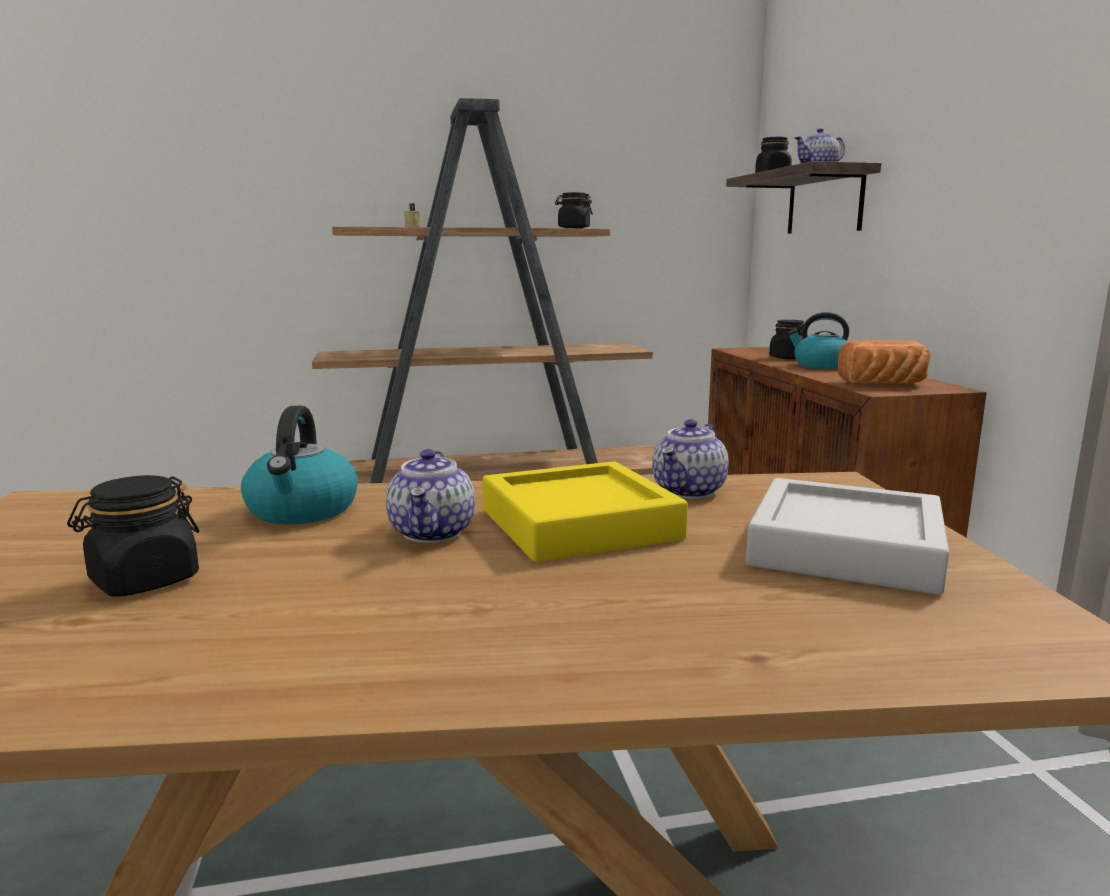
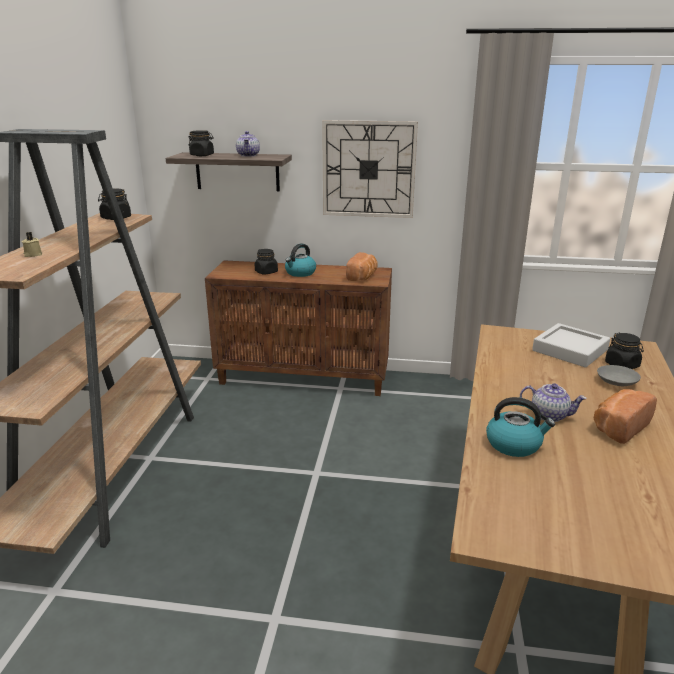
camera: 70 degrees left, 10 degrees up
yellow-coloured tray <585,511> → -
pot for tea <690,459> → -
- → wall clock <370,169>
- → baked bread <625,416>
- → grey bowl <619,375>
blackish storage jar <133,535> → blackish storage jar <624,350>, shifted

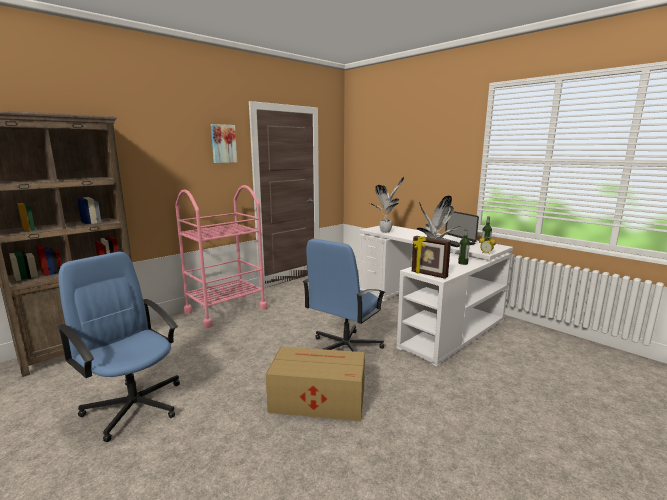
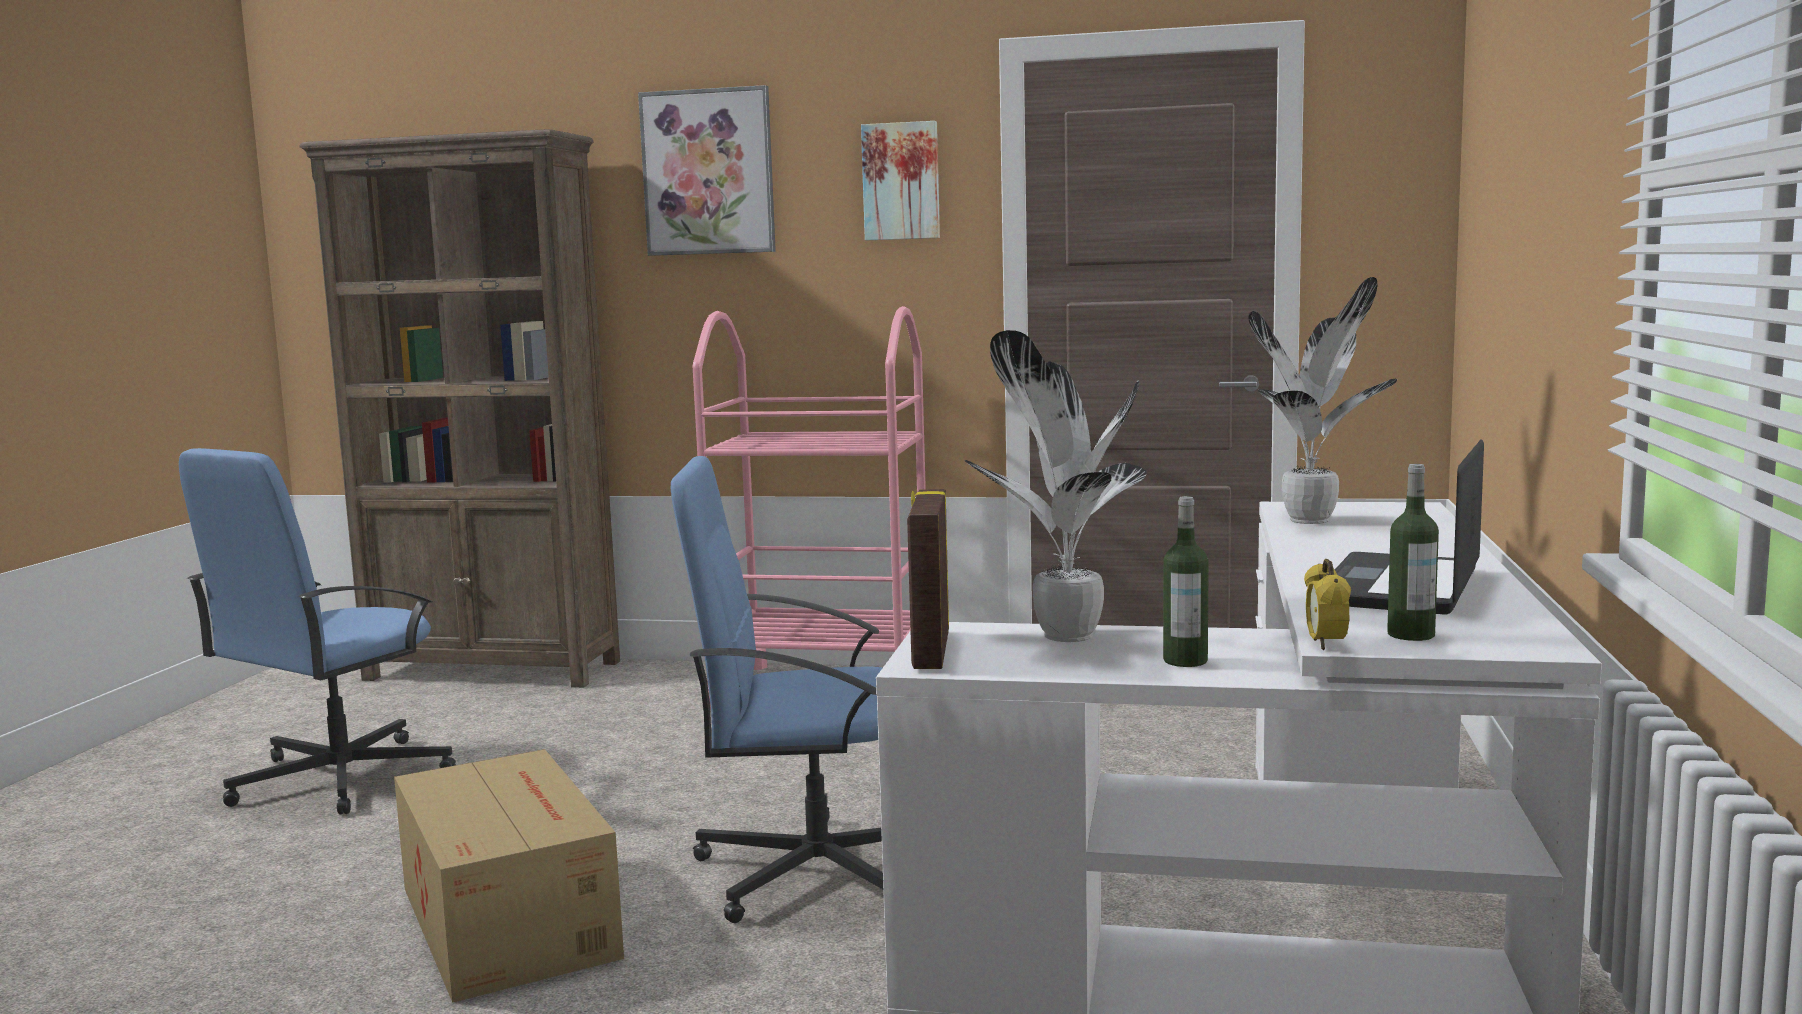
camera: 55 degrees right, 5 degrees down
- → wall art <707,170>
blue desk chair <118,347> → blue desk chair <317,631>, 150 degrees counterclockwise

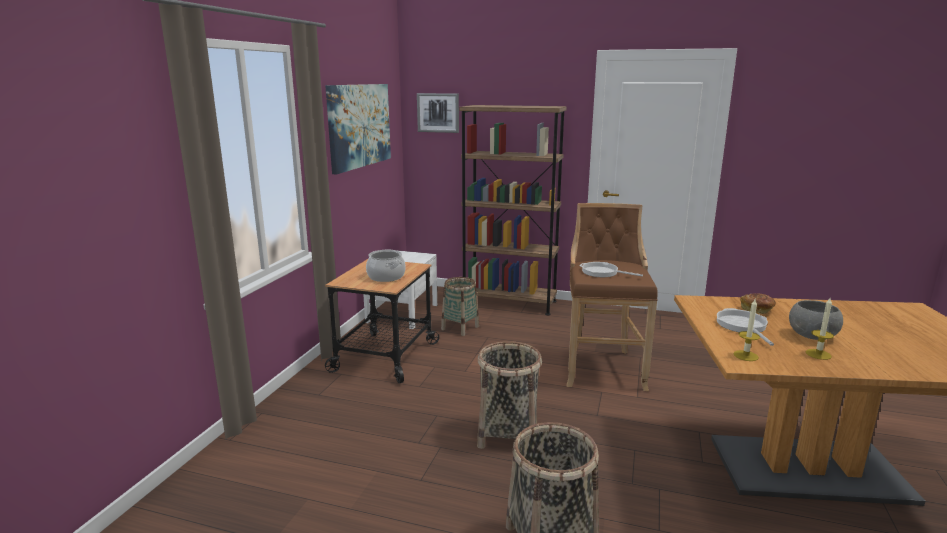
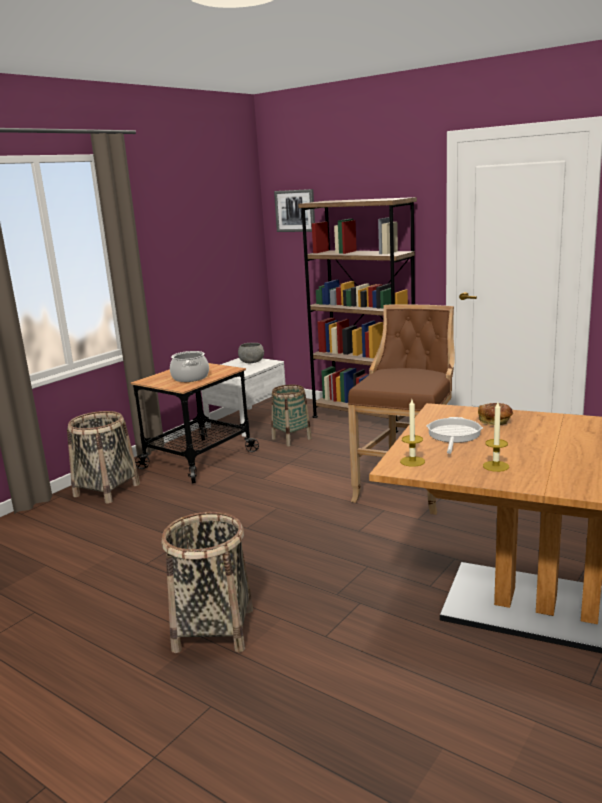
camera: 20 degrees right, 0 degrees up
wall art <358,129> → -
frying pan <611,269> → -
household basket <509,395> → household basket <103,457>, shifted
grey bowl <816,320> → grey bowl <251,353>, shifted

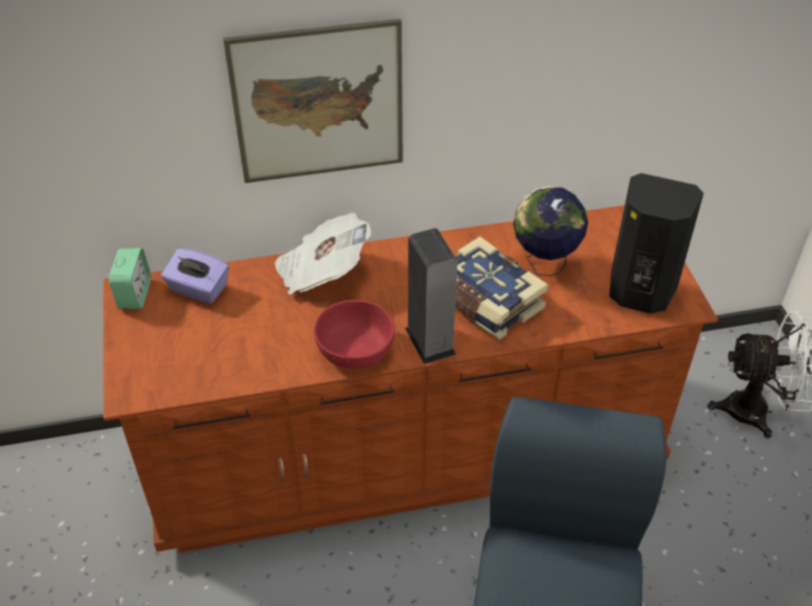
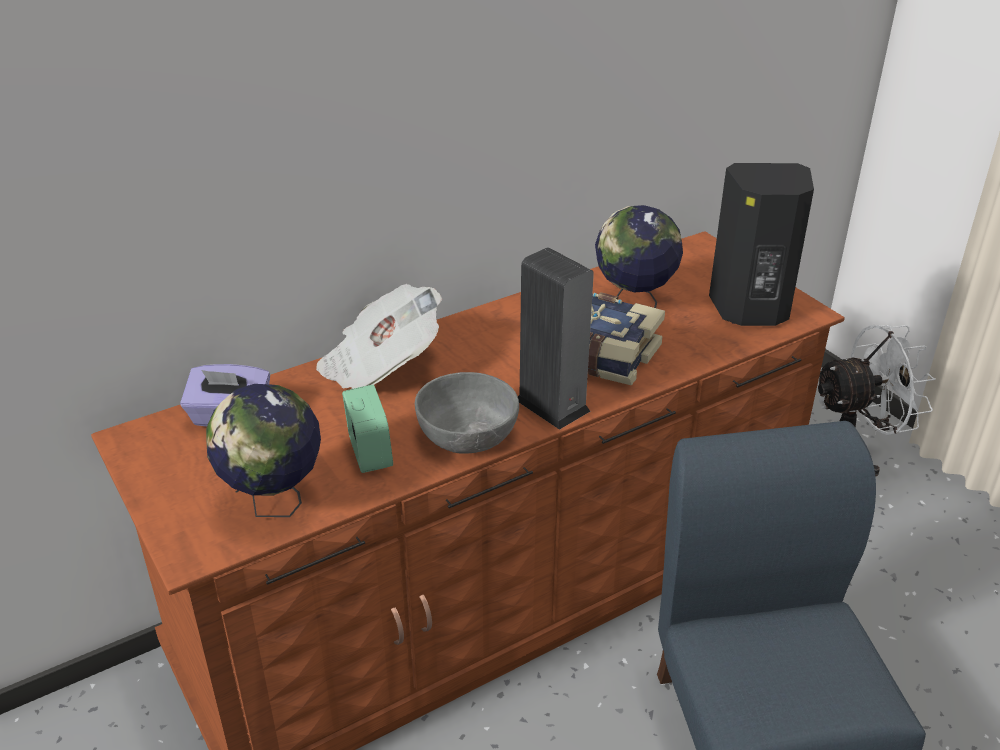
camera: 20 degrees left, 10 degrees down
wall art <313,101> → -
- → globe <263,450>
bedside clock <130,278> → bedside clock <367,429>, shifted
red bowl <354,334> → grey bowl <467,413>

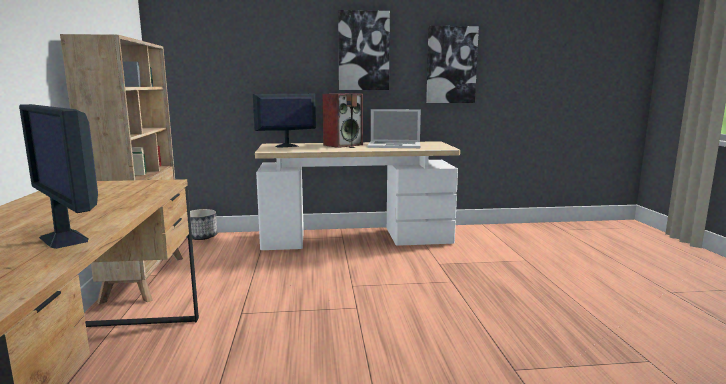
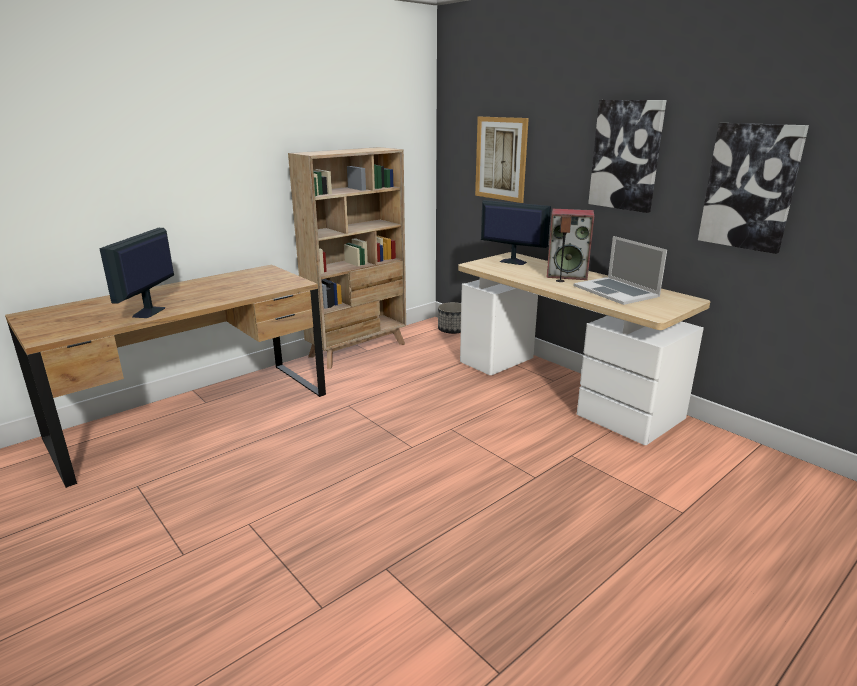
camera: 55 degrees right, 10 degrees up
- → wall art <502,160>

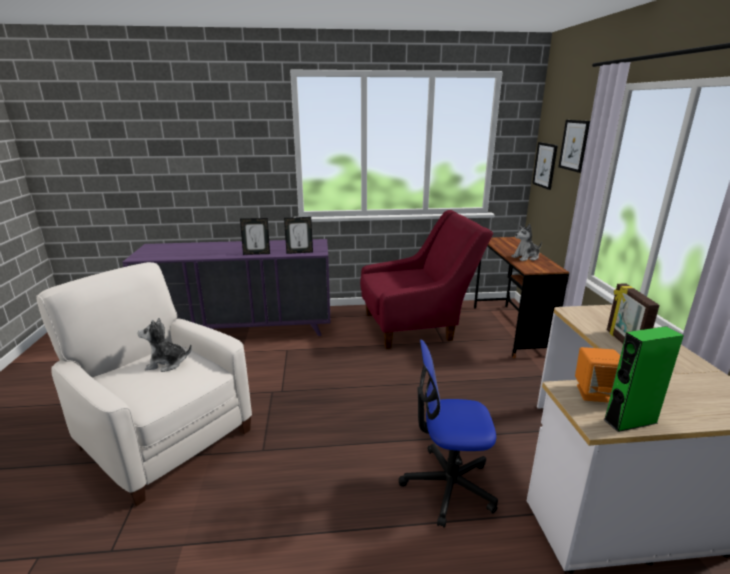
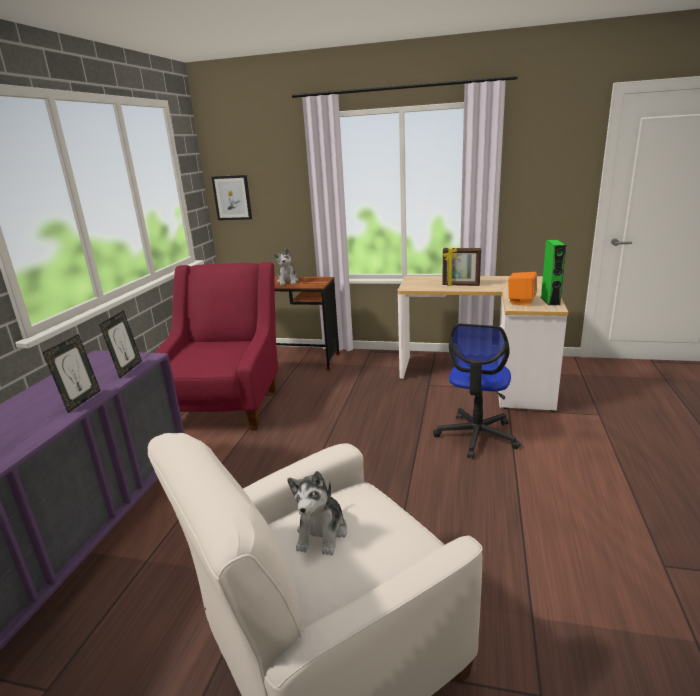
camera: 70 degrees left, 0 degrees up
wall art <574,146> → -

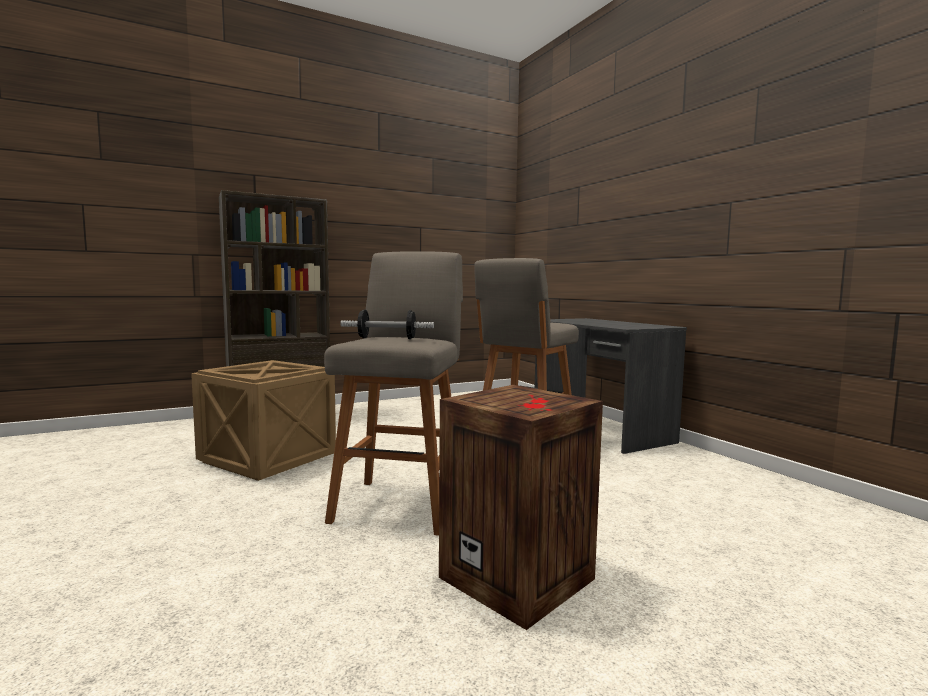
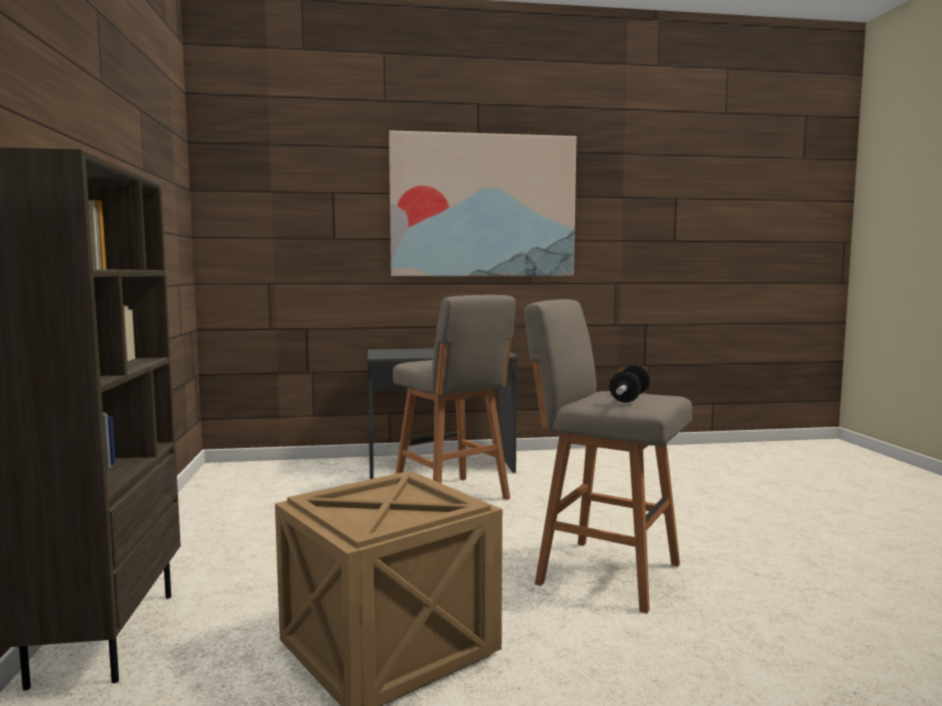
camera: 70 degrees left, 0 degrees up
packing crate <521,507> → -
- → wall art <482,203>

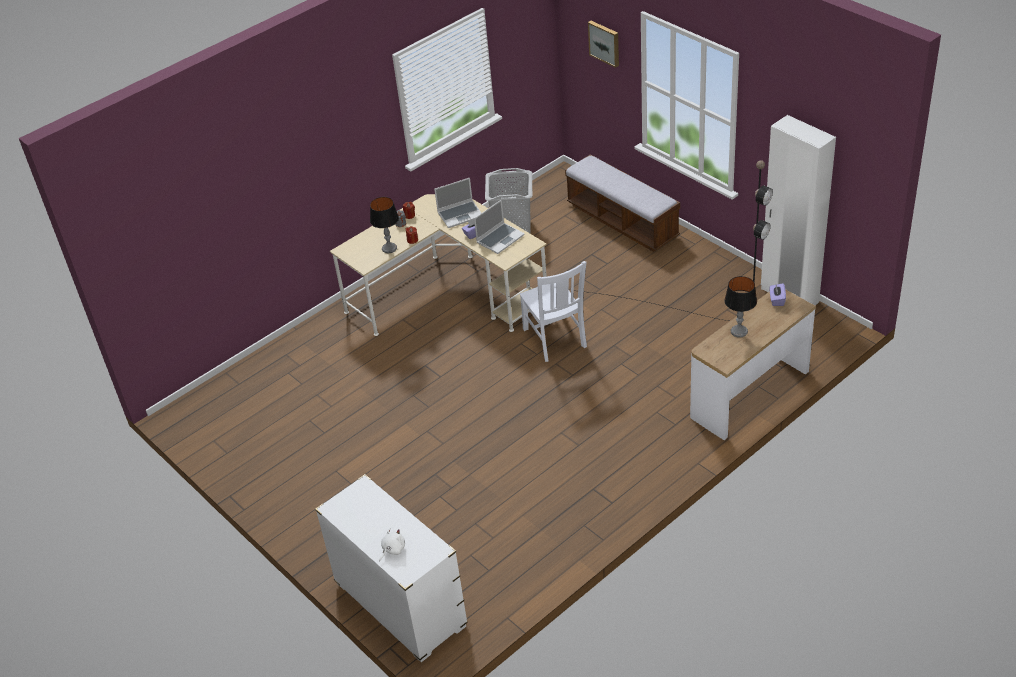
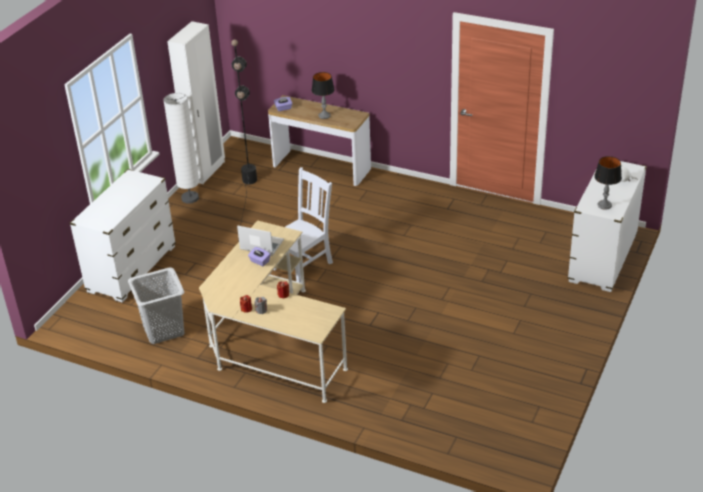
camera: 115 degrees left, 5 degrees down
portable computer <457,203> → -
wall art <603,44> → -
- → white-coloured standing lamp <181,148>
lamp for a table <384,225> → lamp for a table <608,183>, shifted
indoor bench <622,203> → white-coloured dresser <123,236>

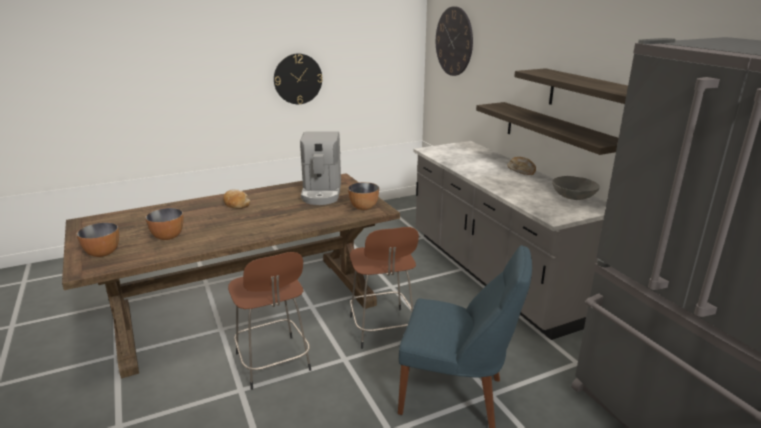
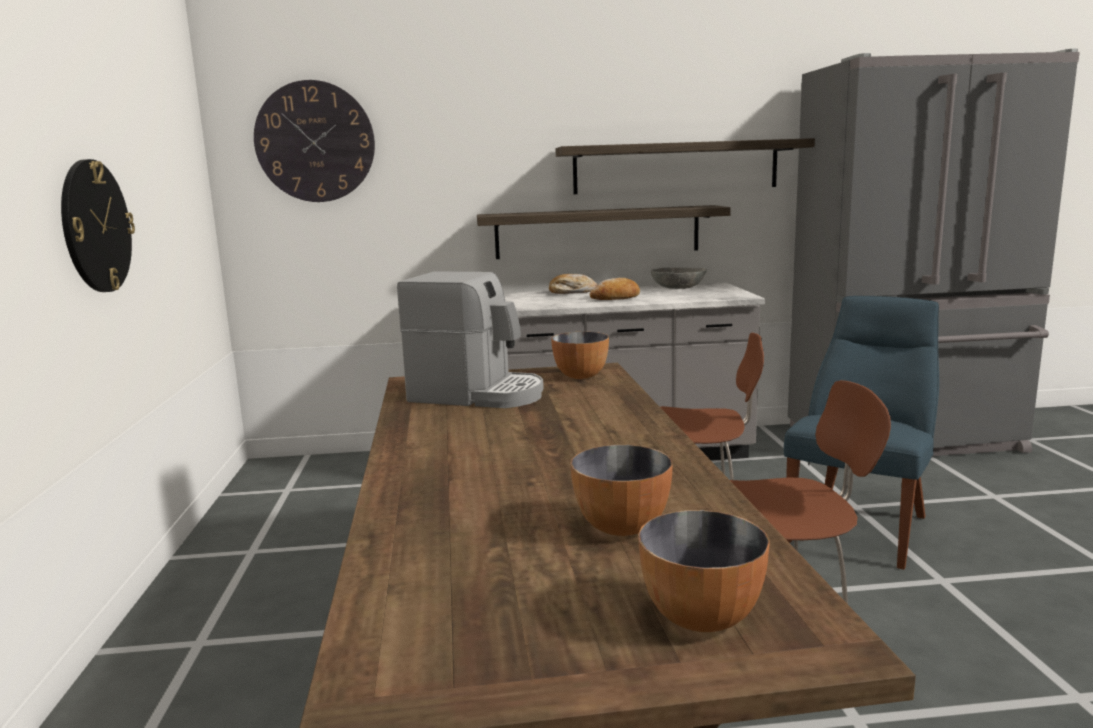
camera: 70 degrees left, 10 degrees down
baked bread <237,199> → baked bread <615,289>, shifted

